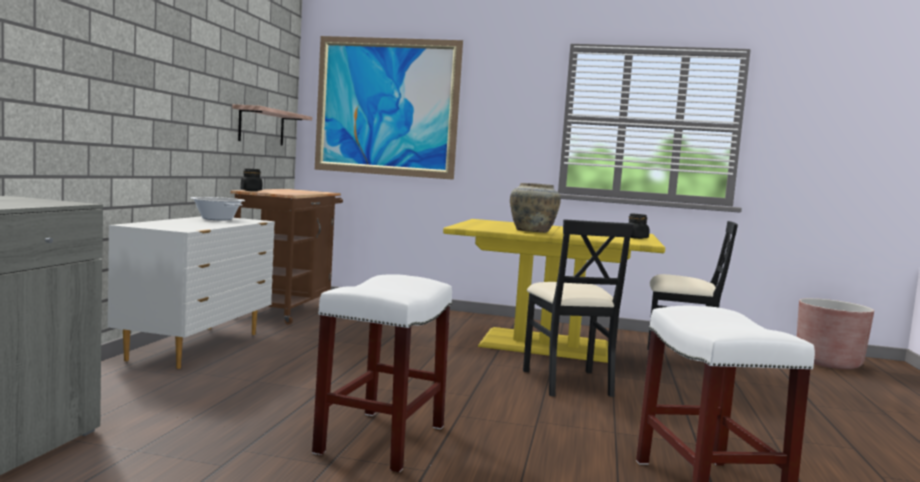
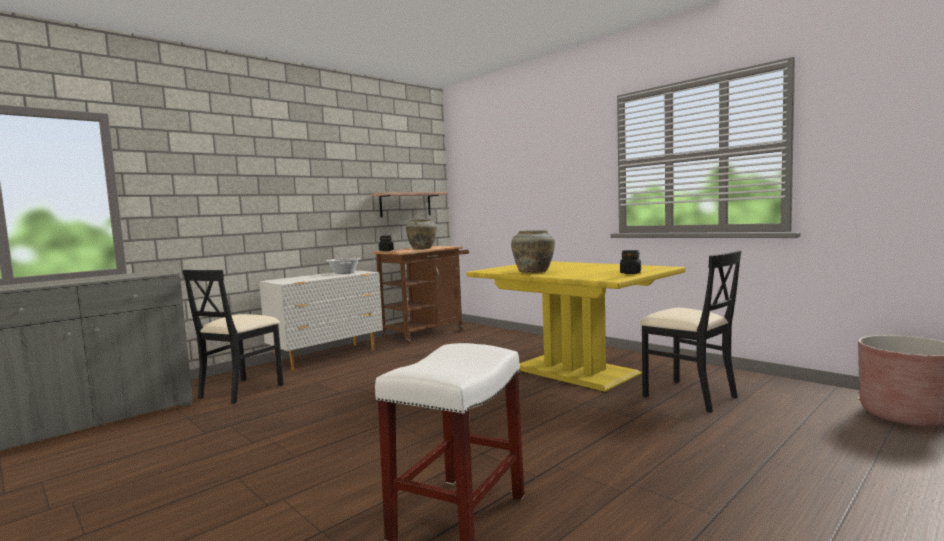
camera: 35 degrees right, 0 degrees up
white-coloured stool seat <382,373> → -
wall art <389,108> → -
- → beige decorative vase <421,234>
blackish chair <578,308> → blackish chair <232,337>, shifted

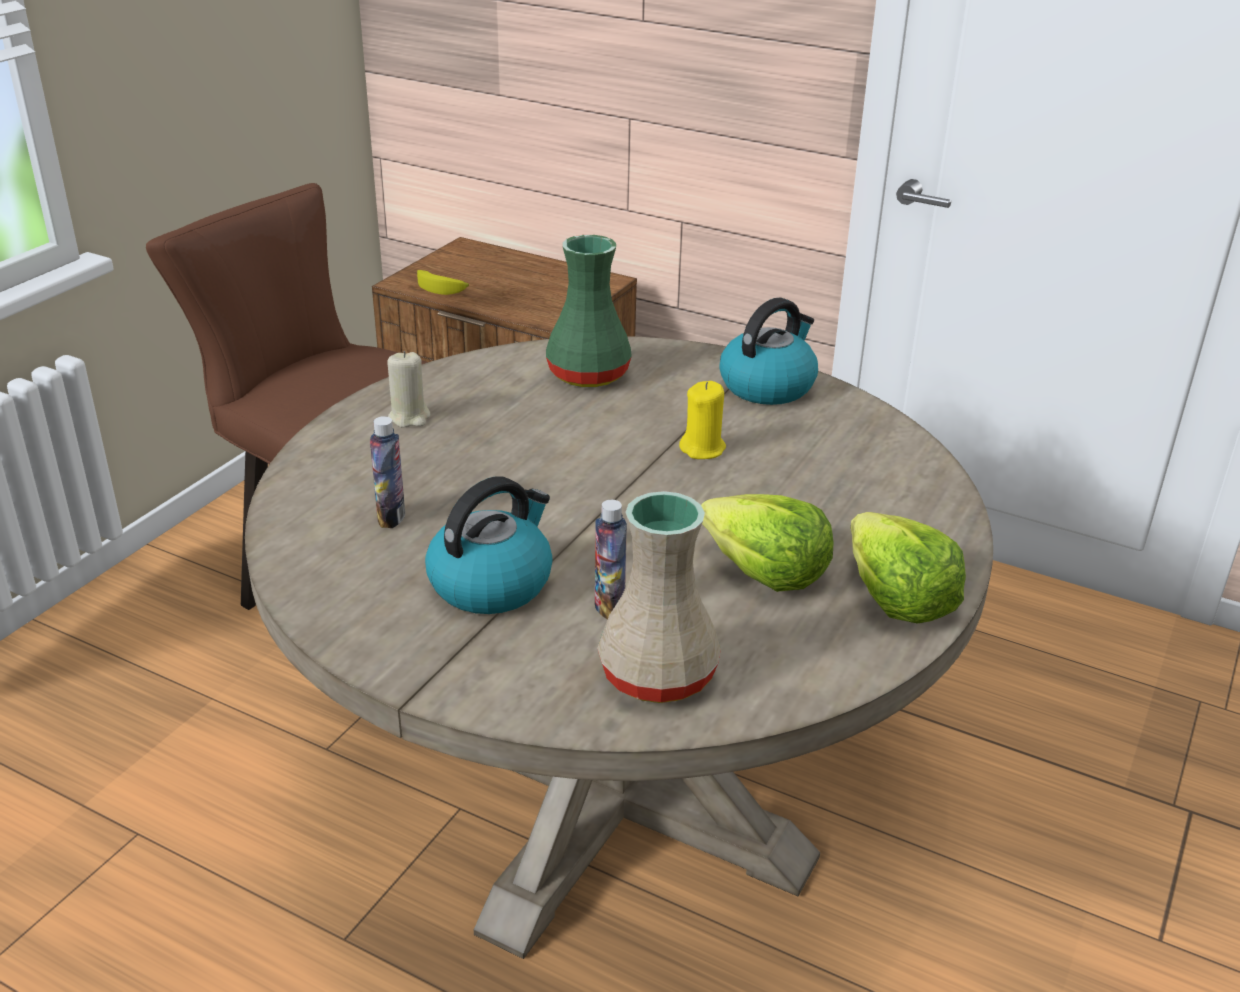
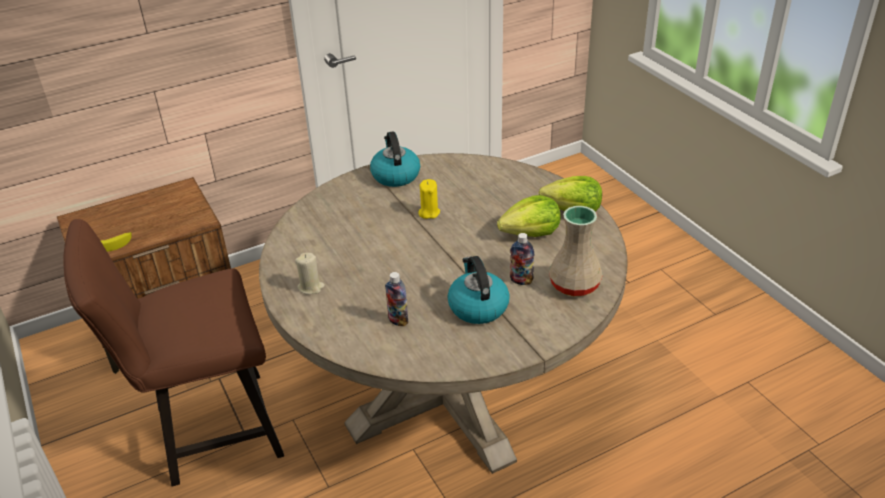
camera: 55 degrees left, 5 degrees up
green decorative vase <589,311> → -

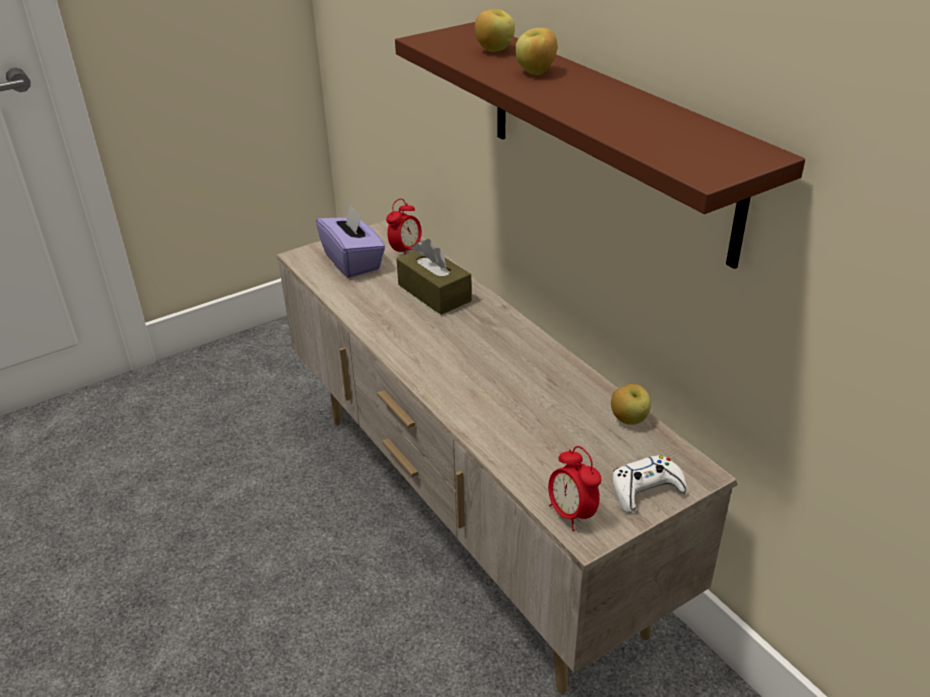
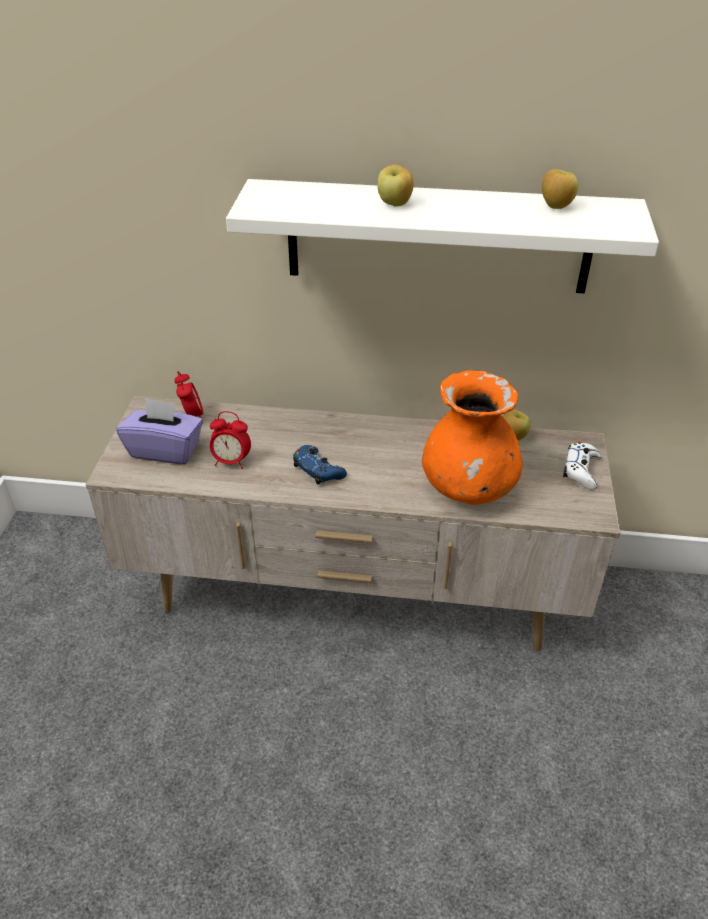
camera: 50 degrees left, 5 degrees up
brownish tissue holder <434,277> → -
- → blue joypad <320,465>
- → orange decorative vase <472,437>
whole apple <495,30> → whole apple <560,189>, shifted
bedside clock <574,488> → bedside clock <230,440>, shifted
brownish wall shelf <600,145> → white-coloured wall shelf <442,236>

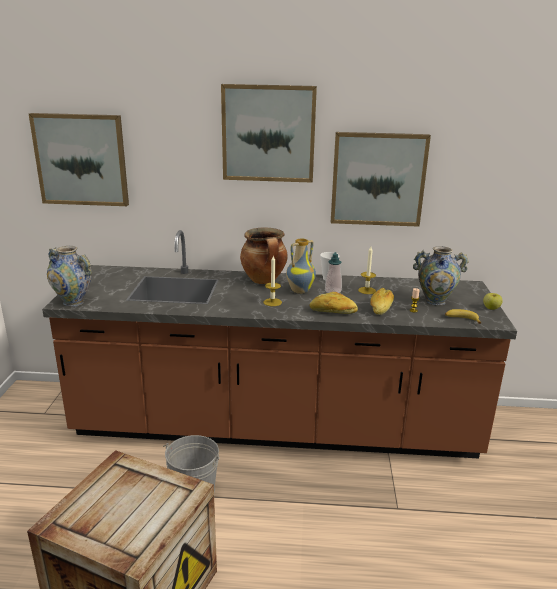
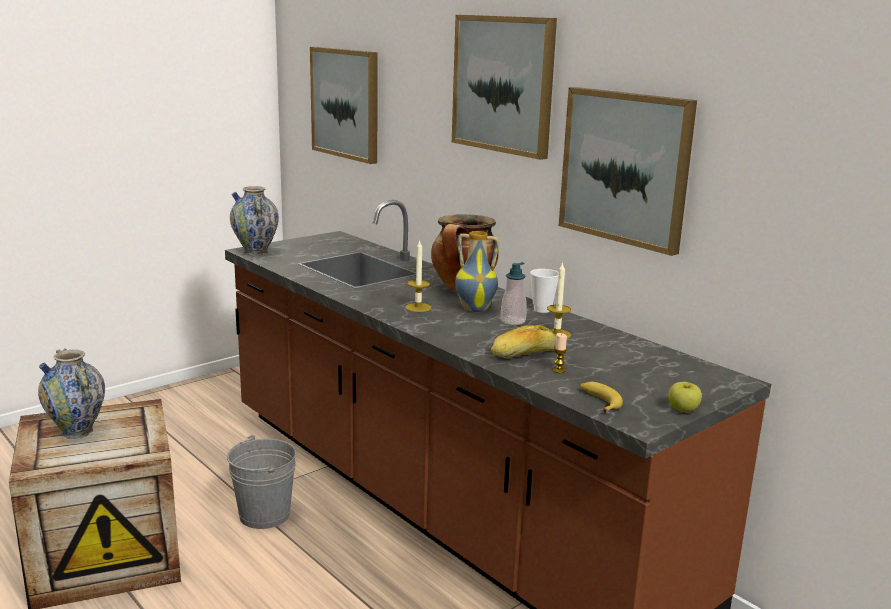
camera: 45 degrees right, 5 degrees down
baked bread <334,303> → -
decorative vase <441,275> → decorative vase <71,394>, shifted

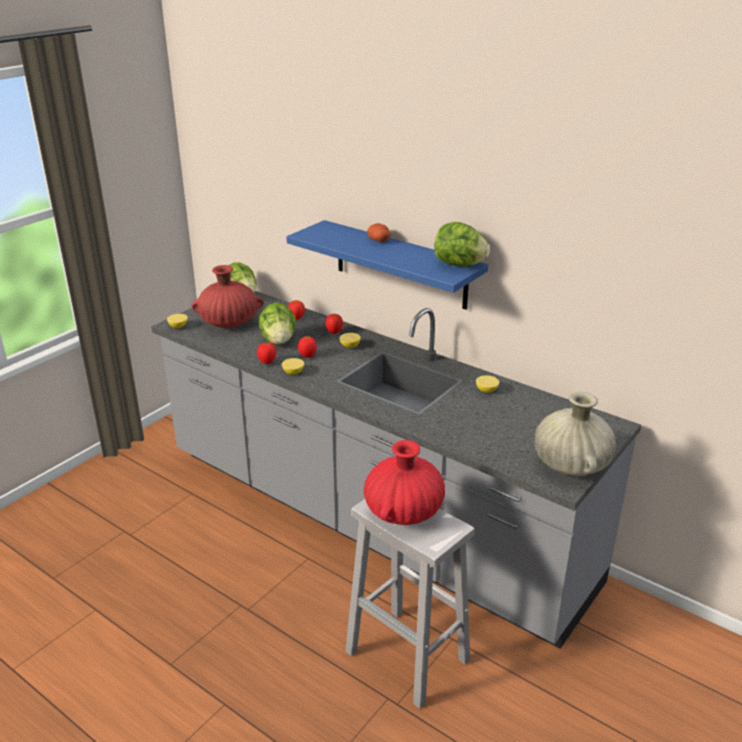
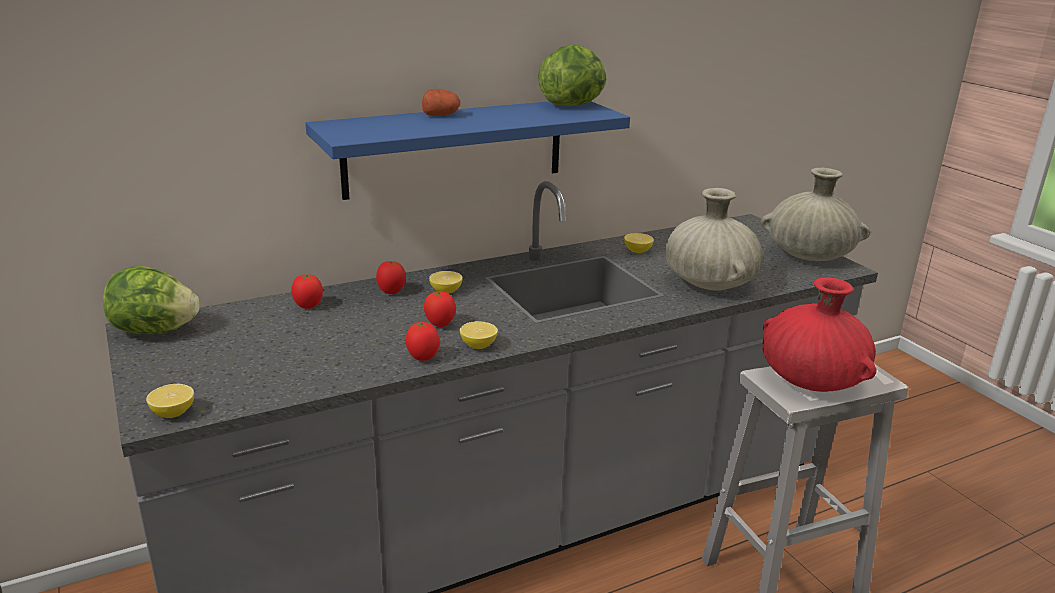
camera: 65 degrees left, 5 degrees down
red decorative vase <228,296> → -
lettuce <277,323> → -
- → beige decorative vase <714,239>

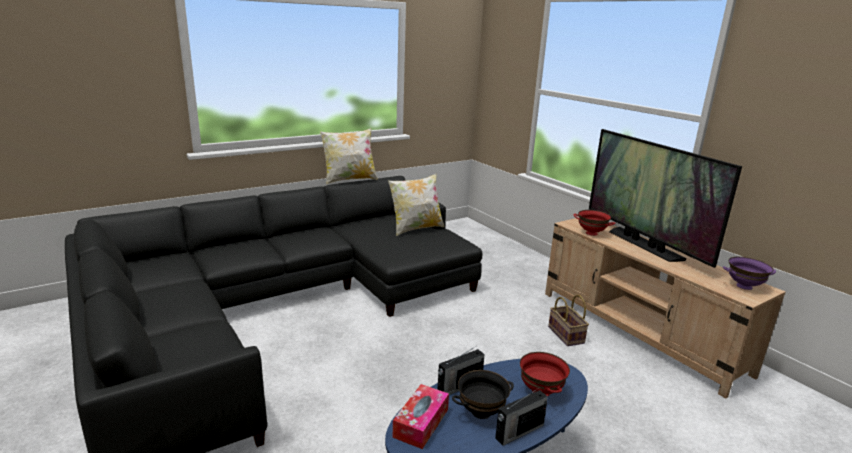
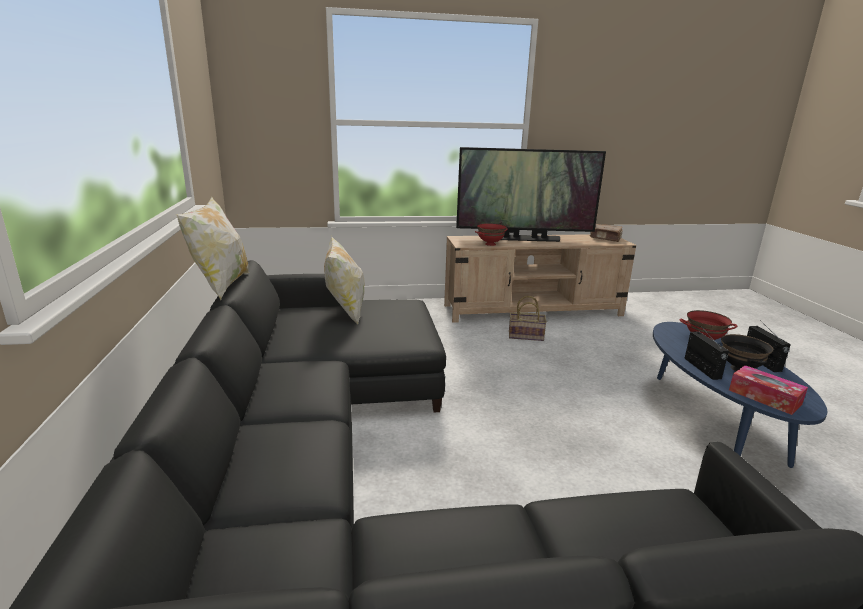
camera: 65 degrees left, 0 degrees up
purple-coloured bowl <749,273> → brownish volume <606,233>

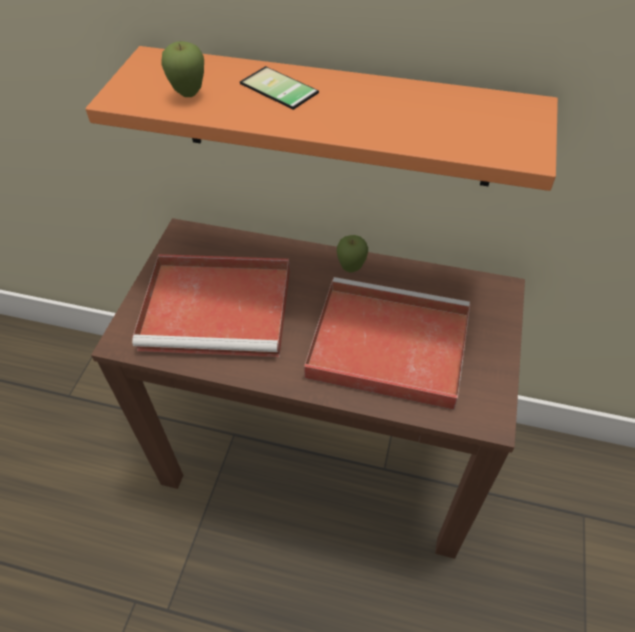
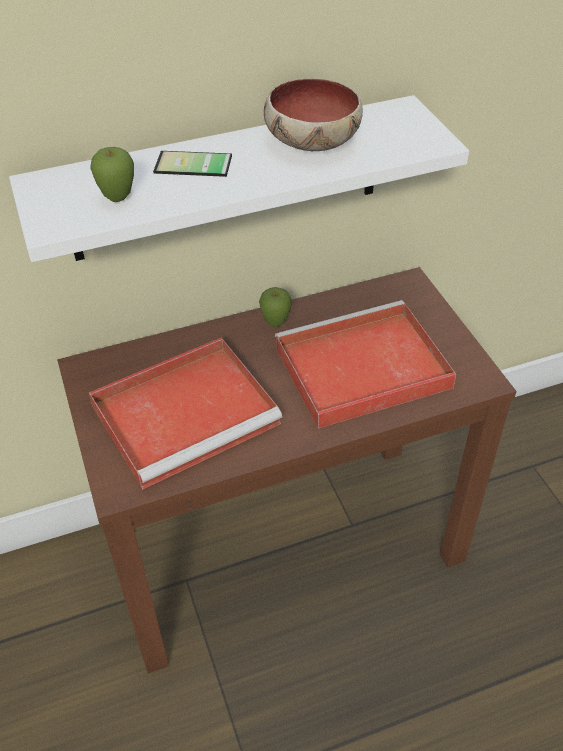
camera: 35 degrees left, 5 degrees down
- → bowl <313,114>
orange wall shelf <321,118> → white-coloured wall shelf <239,178>

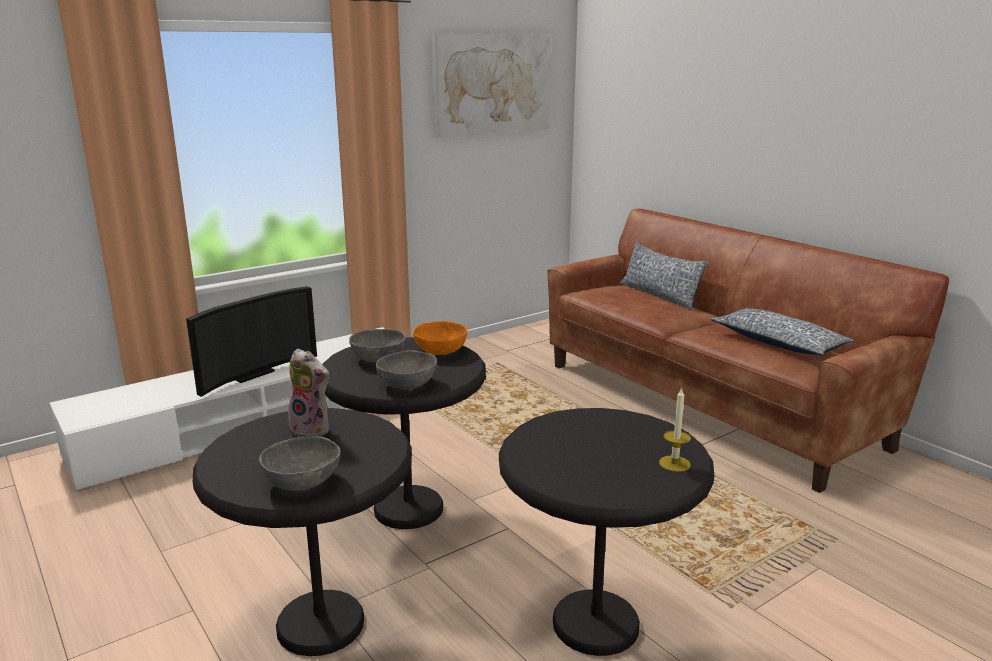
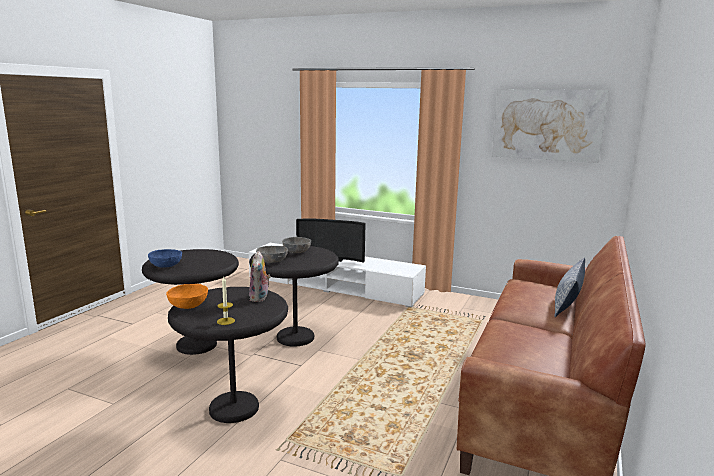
camera: 60 degrees right, 5 degrees down
throw pillow <782,332> → -
cuddly toy <308,392> → cuddly toy <260,276>, shifted
orange bowl <440,338> → orange bowl <187,296>, shifted
grey bowl <300,463> → blue bowl <165,258>

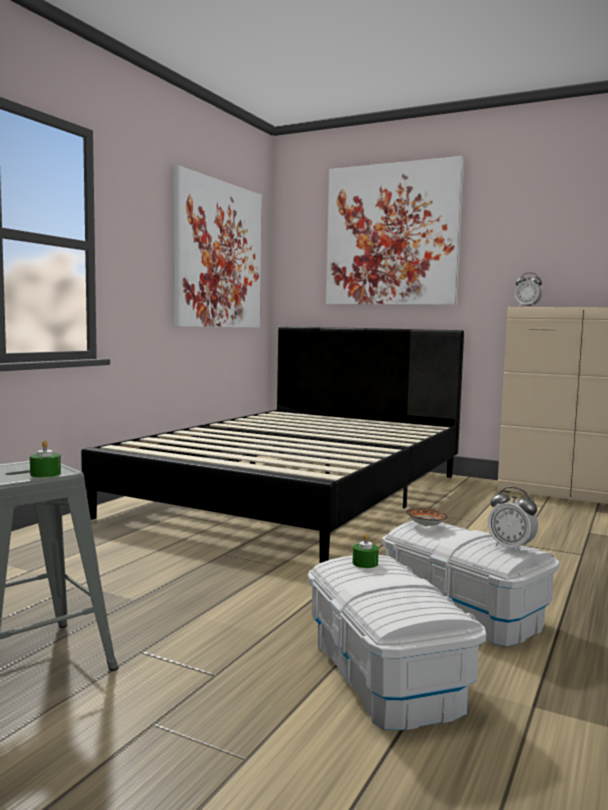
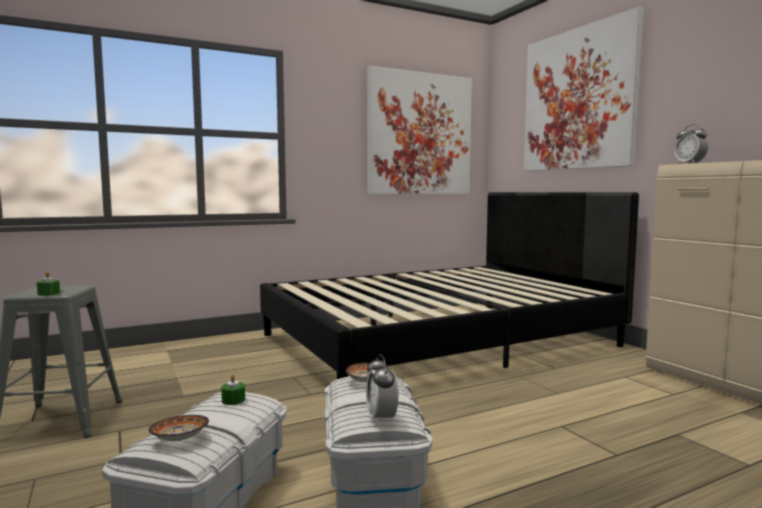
camera: 35 degrees right, 0 degrees up
- → bowl <179,428>

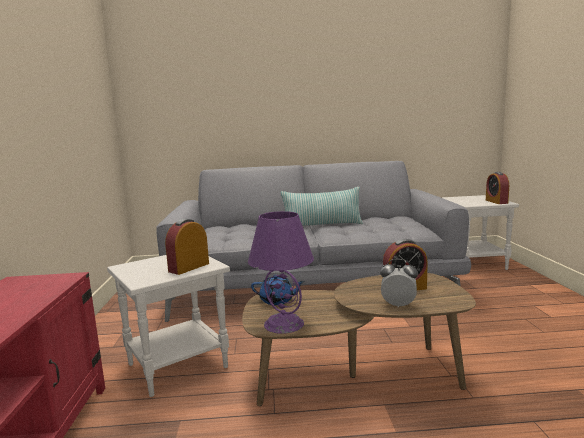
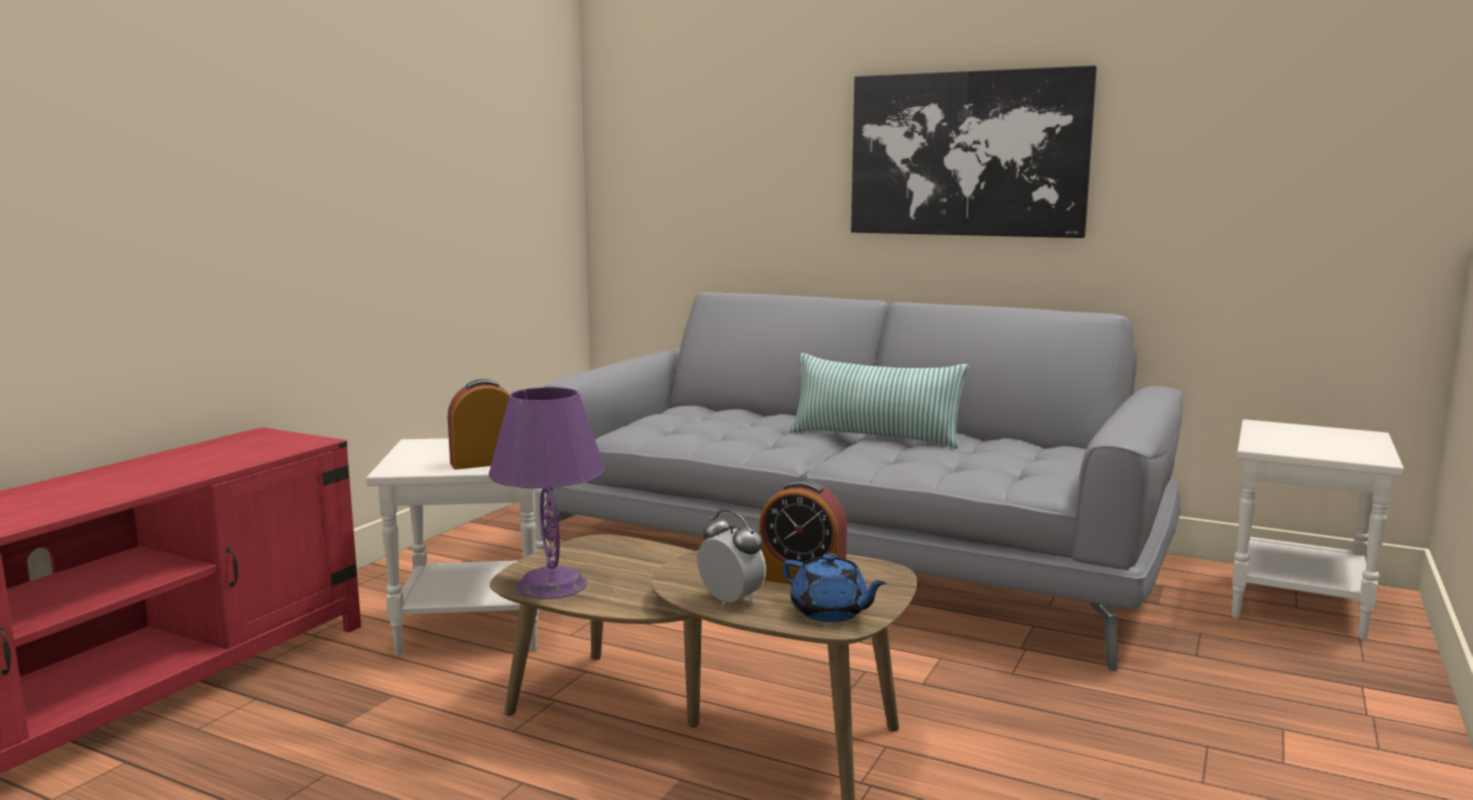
camera: 30 degrees right, 0 degrees up
bedside clock <497,188> → -
- → wall art <974,151>
blue pot for tea <278,290> → blue pot for tea <834,587>, shifted

